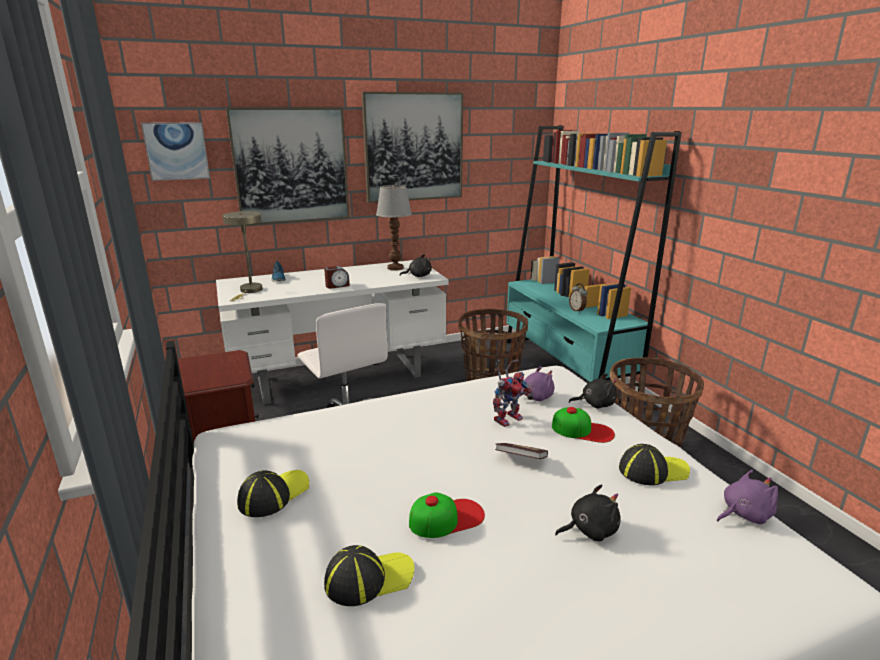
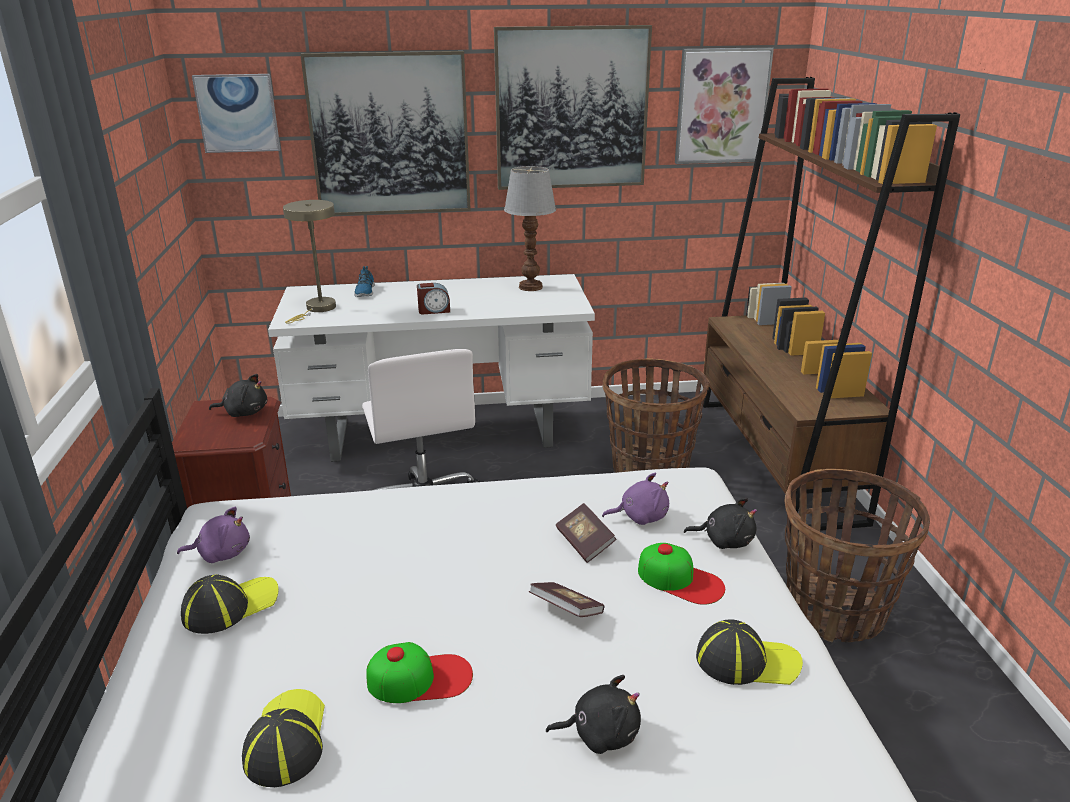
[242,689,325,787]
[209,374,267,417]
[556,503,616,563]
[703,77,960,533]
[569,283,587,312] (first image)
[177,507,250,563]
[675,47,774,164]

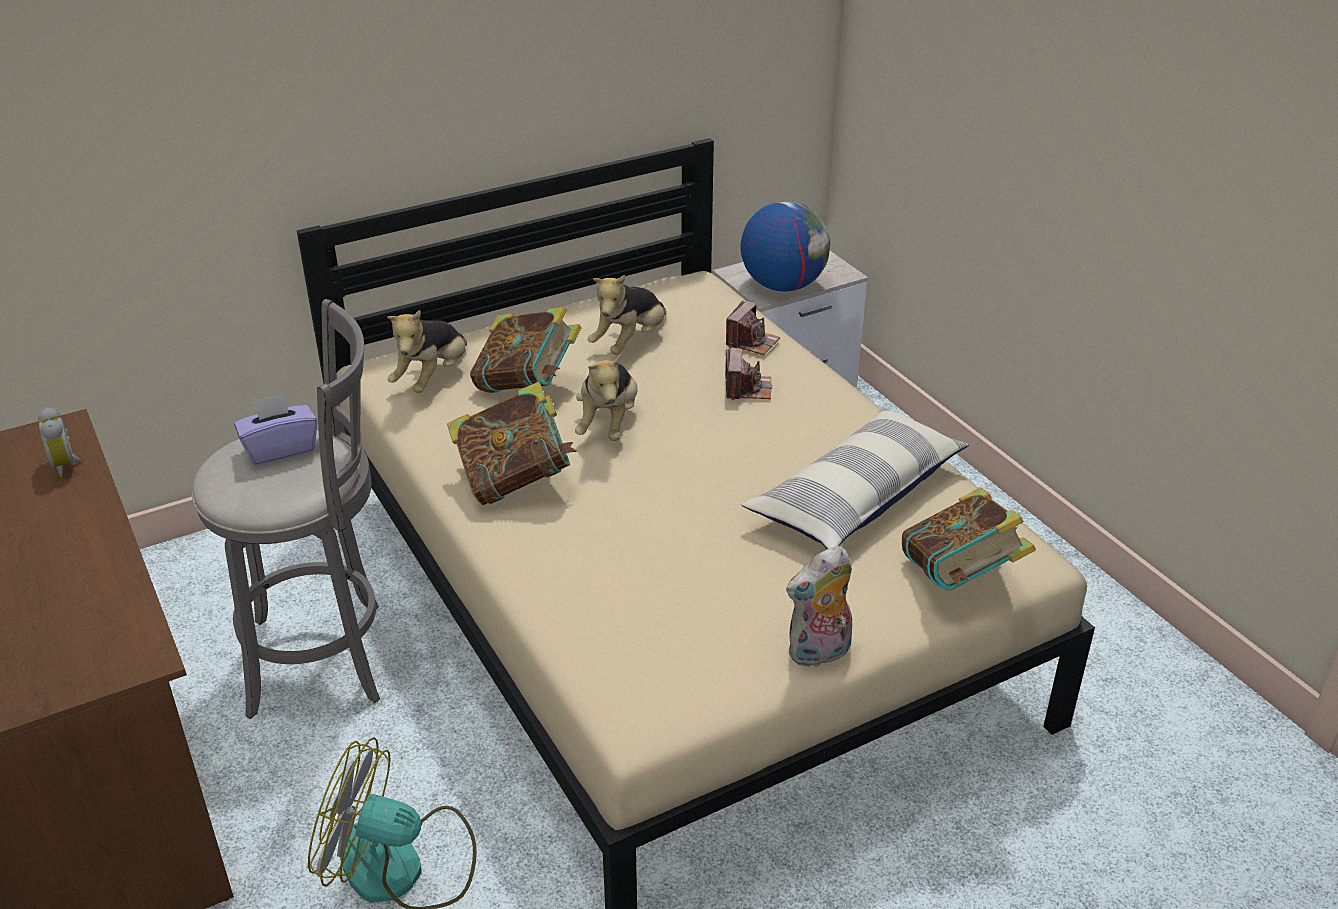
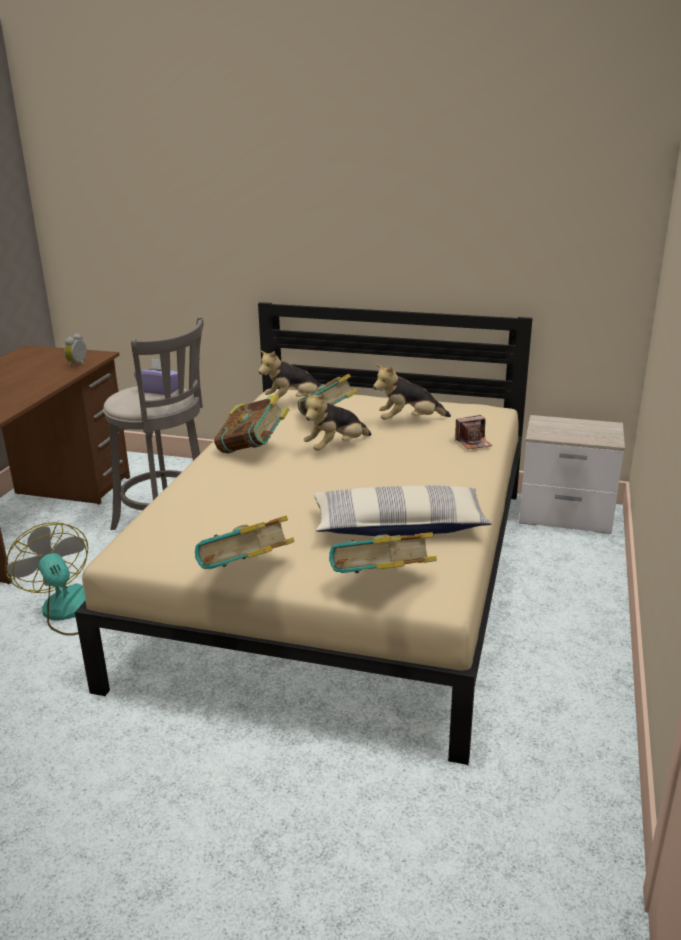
[725,348,772,400] (first image)
[740,201,830,292] (first image)
[195,516,295,569]

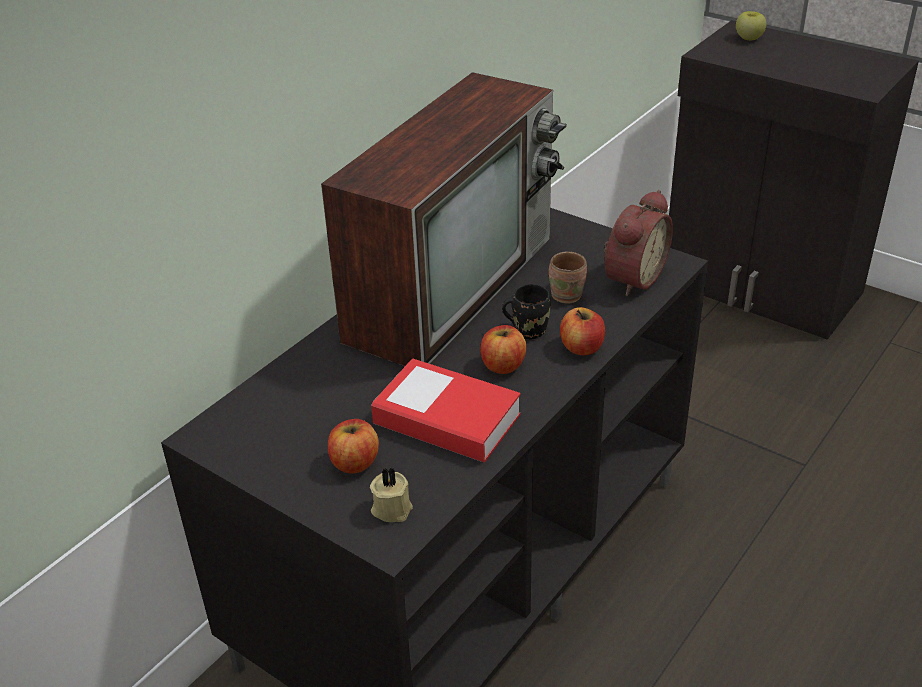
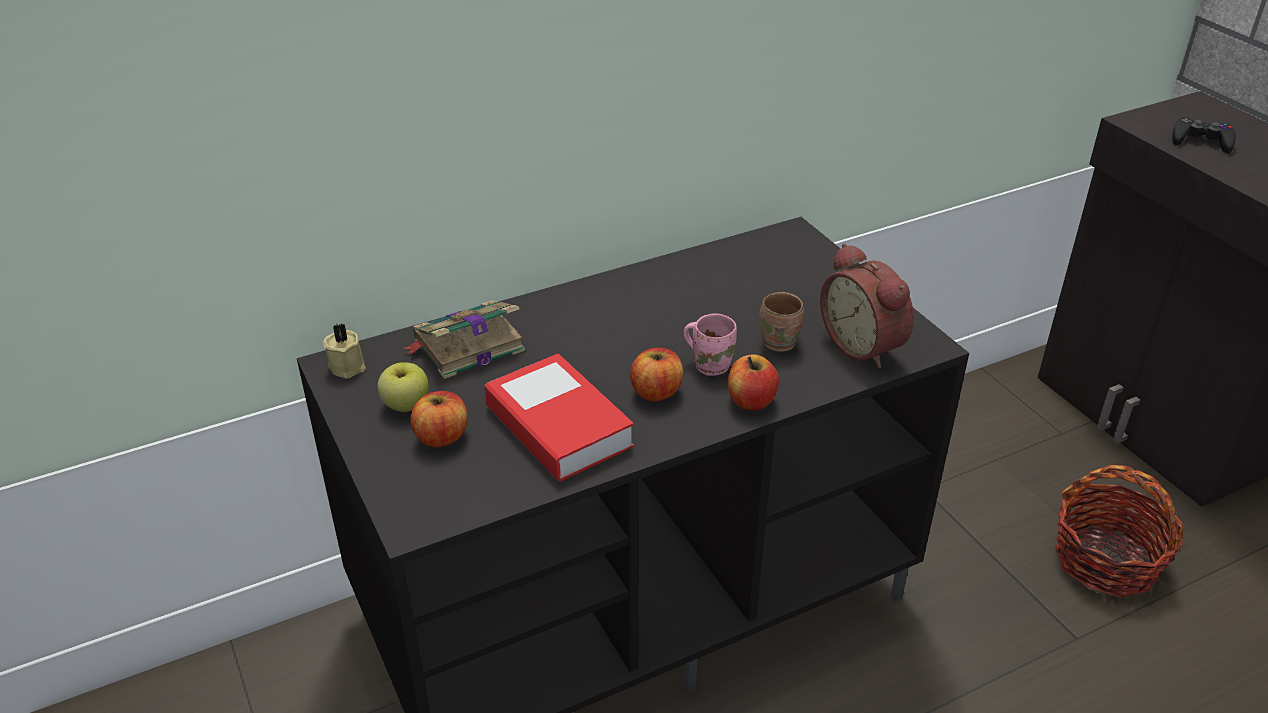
[321,72,567,366] (first image)
[323,323,366,379]
[684,313,737,376]
[820,243,914,368]
[377,362,428,412]
[403,300,525,379]
[1055,465,1183,598]
[1172,116,1236,153]

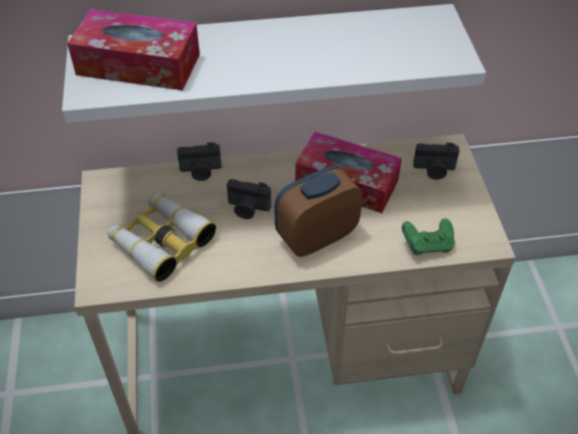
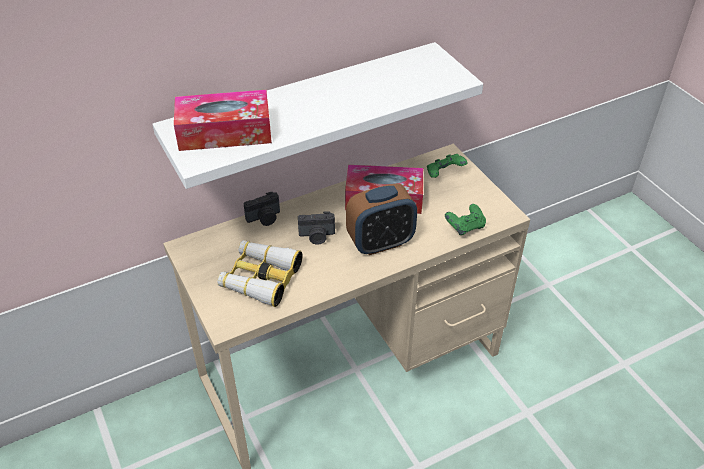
[346,183,417,255]
[427,154,468,178]

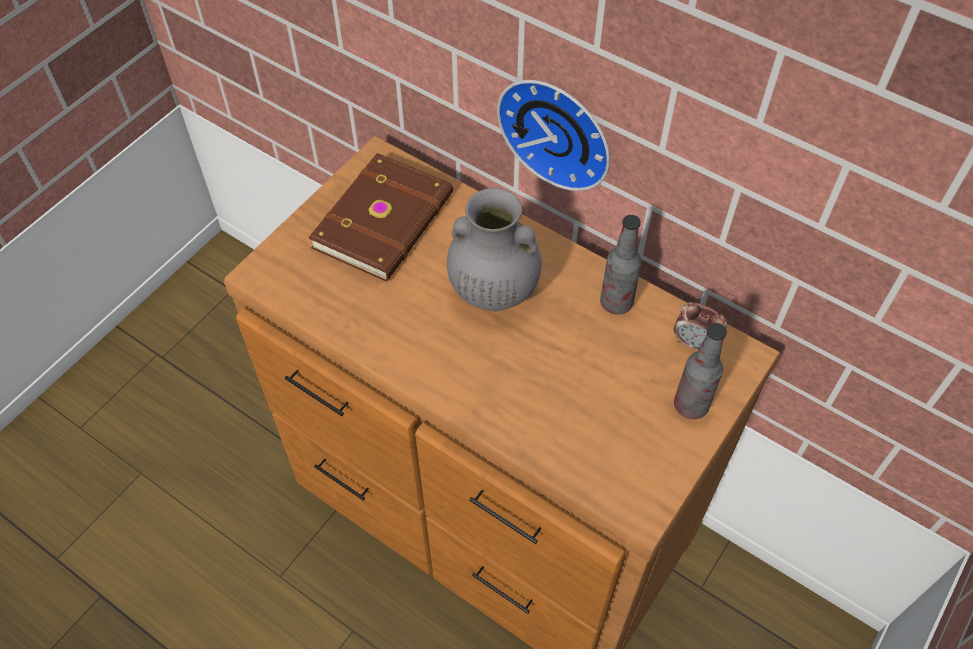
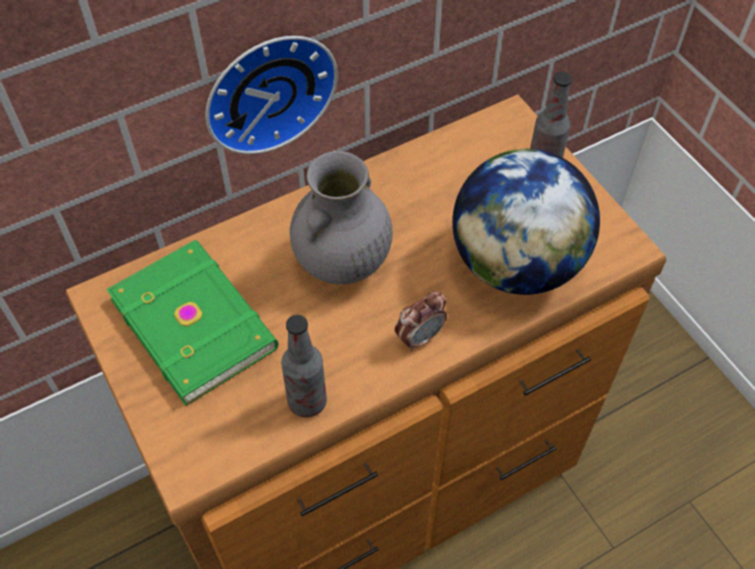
[106,240,279,406]
[281,315,327,418]
[395,291,447,351]
[452,149,600,295]

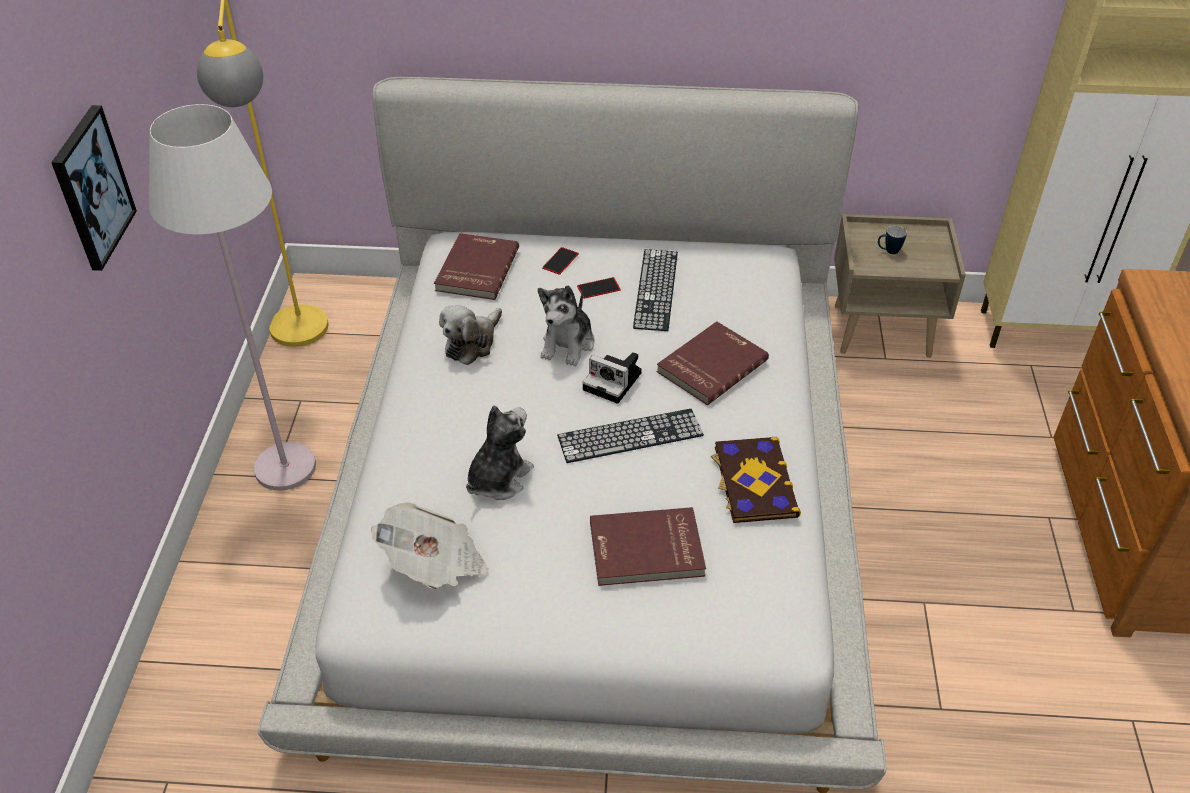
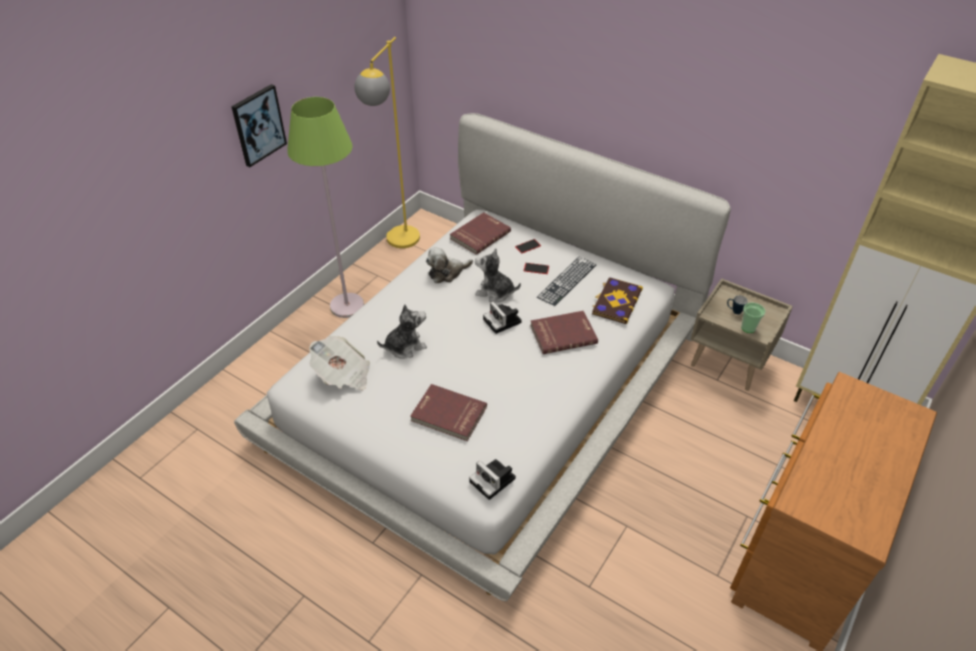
[287,97,364,318]
[475,249,521,302]
[557,409,704,463] (first image)
[592,277,643,324]
[469,459,516,500]
[741,303,766,333]

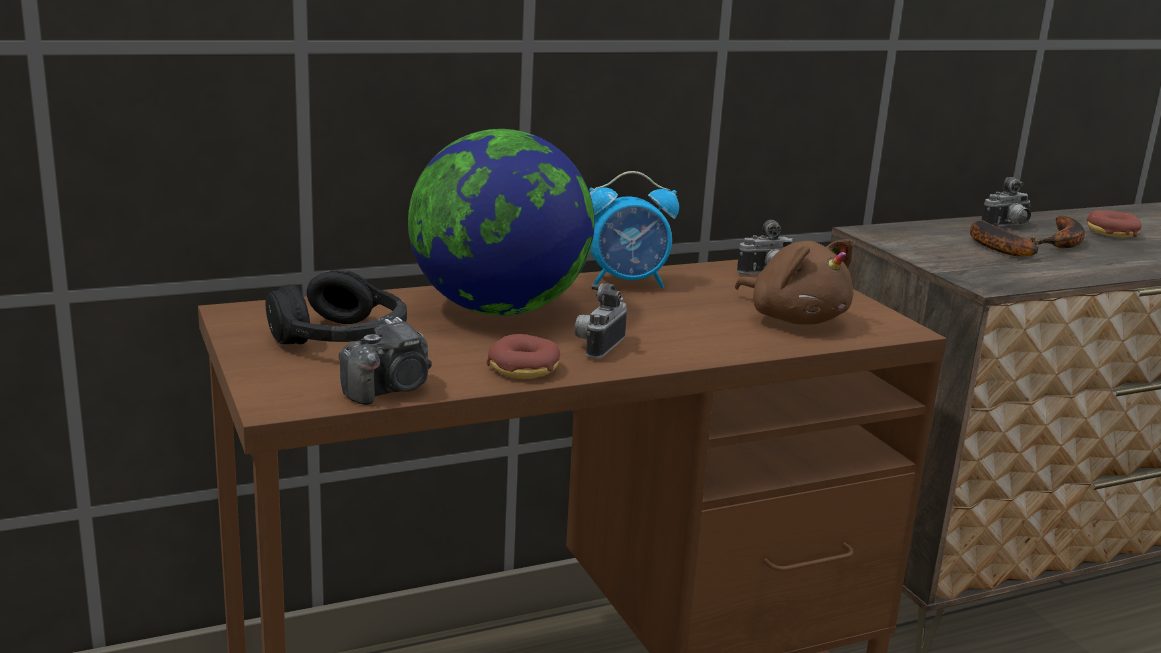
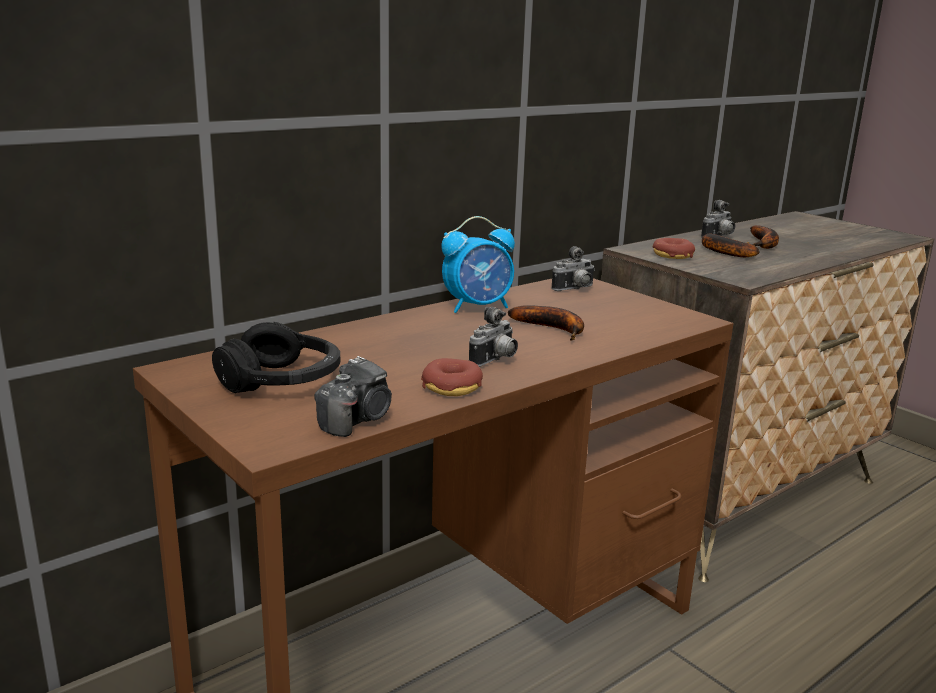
[408,129,595,316] (first image)
[469,307,518,367]
[735,239,853,325] (first image)
[653,238,695,259]
[508,305,584,341]

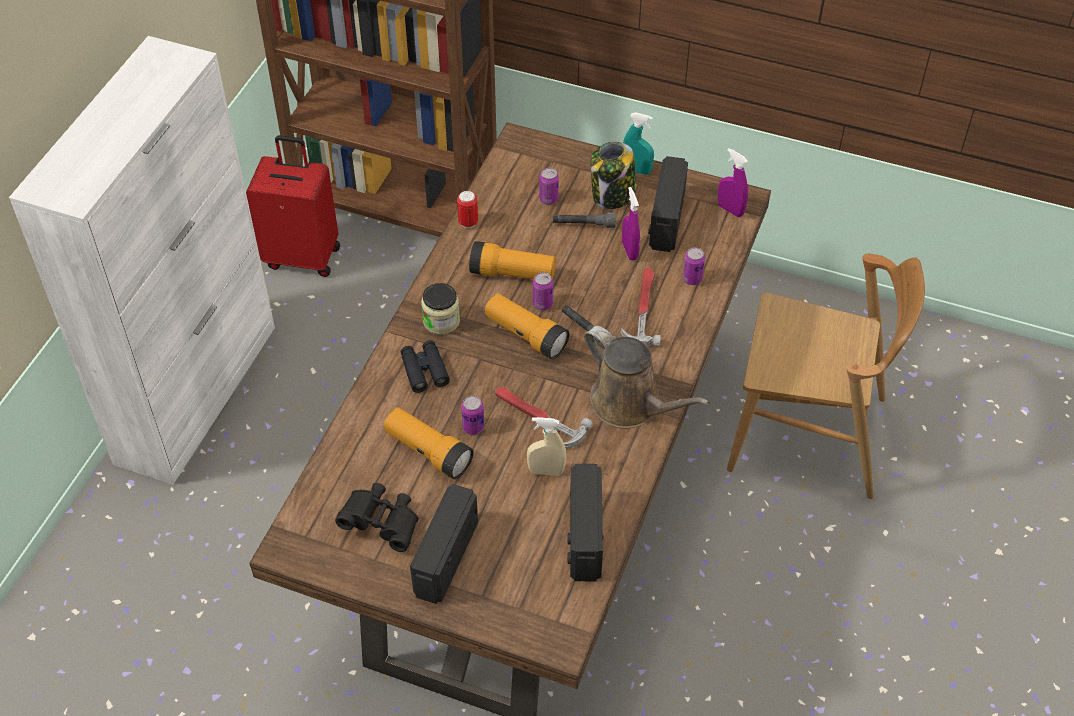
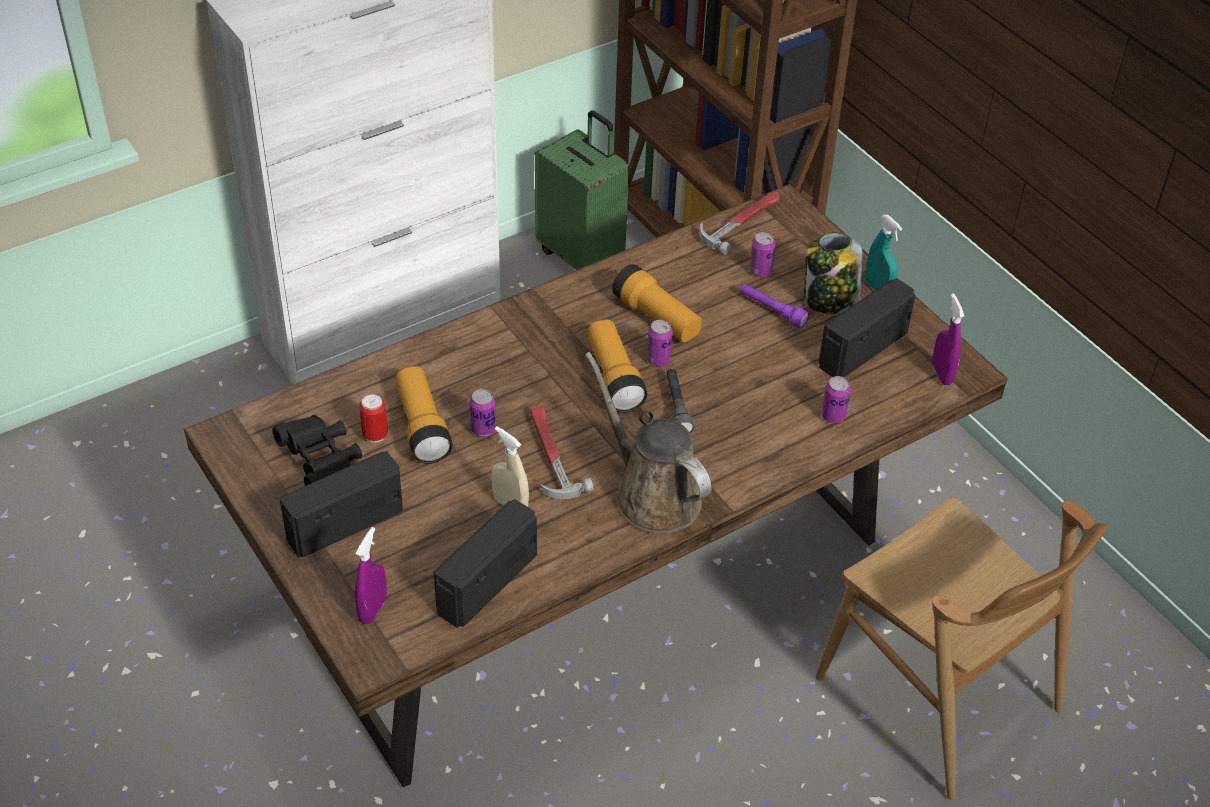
[535,110,629,270]
[401,340,450,393] (first image)
[421,283,460,335] (first image)
[359,394,388,443]
[740,284,809,329]
[585,352,711,534]
[700,191,779,255]
[355,527,387,624]

